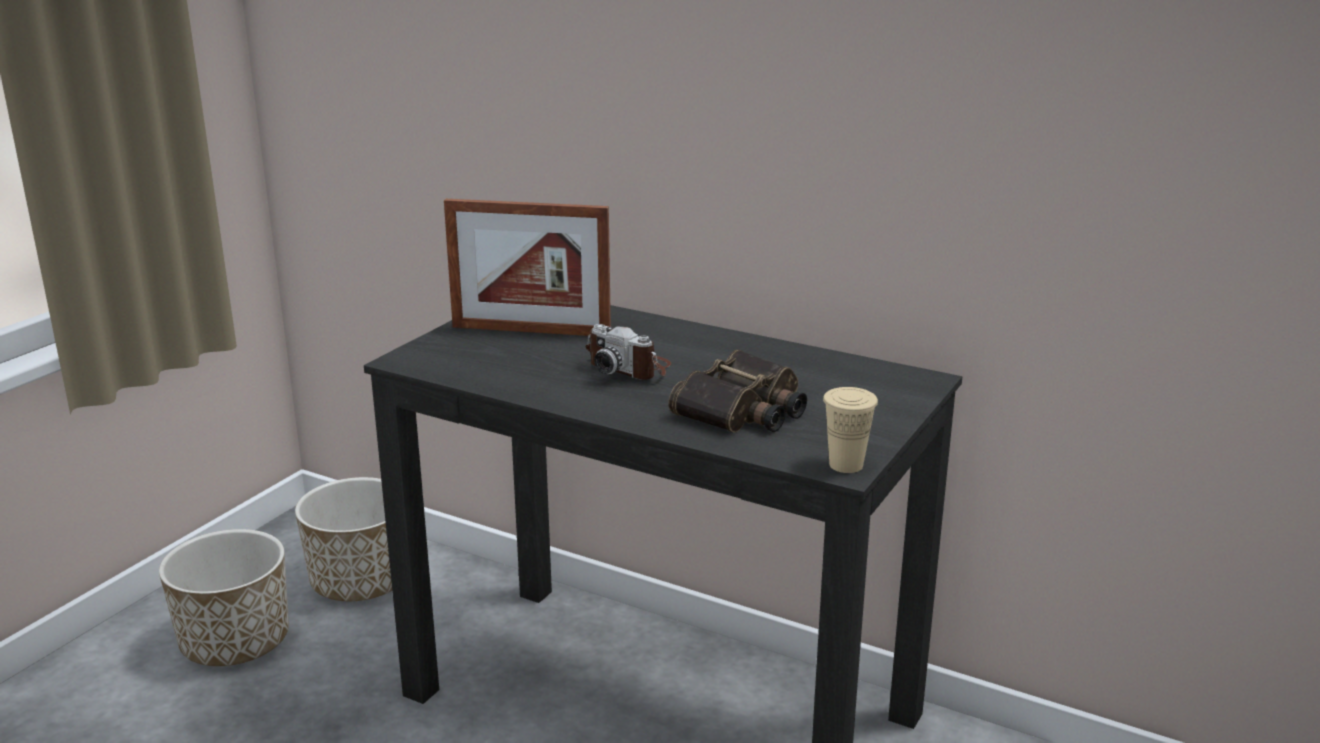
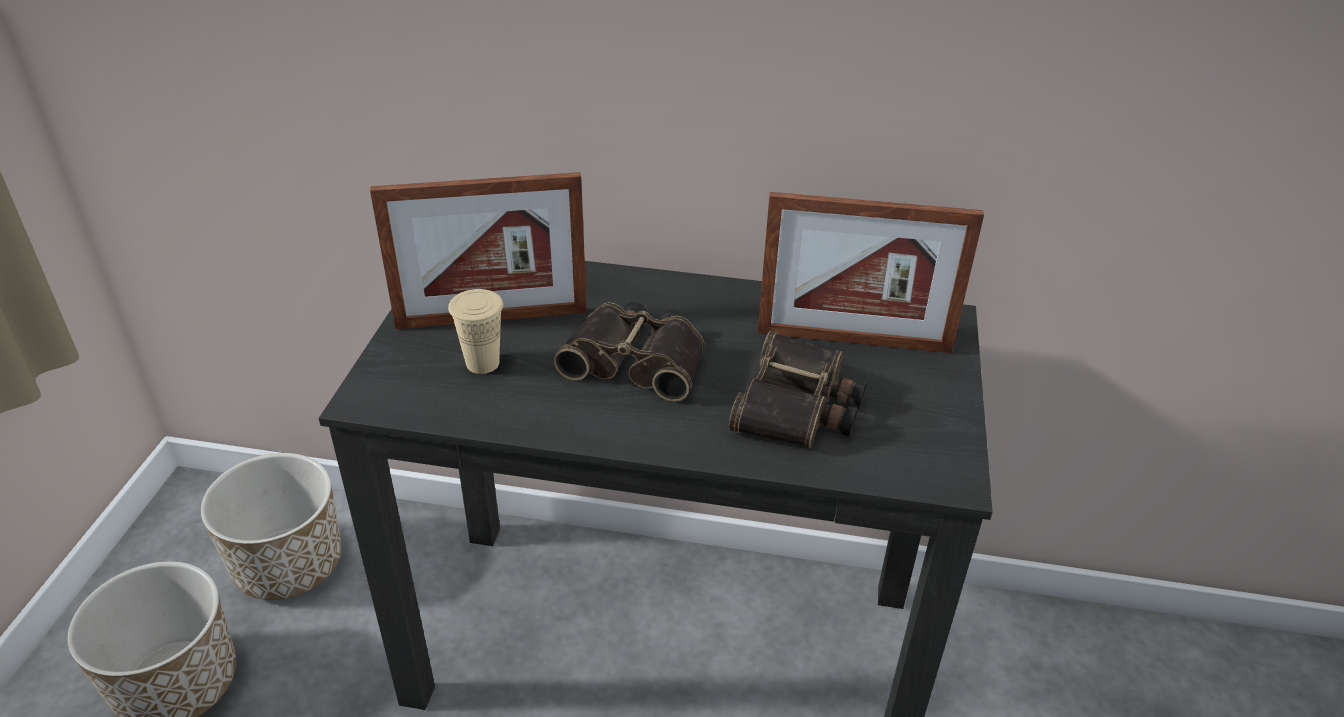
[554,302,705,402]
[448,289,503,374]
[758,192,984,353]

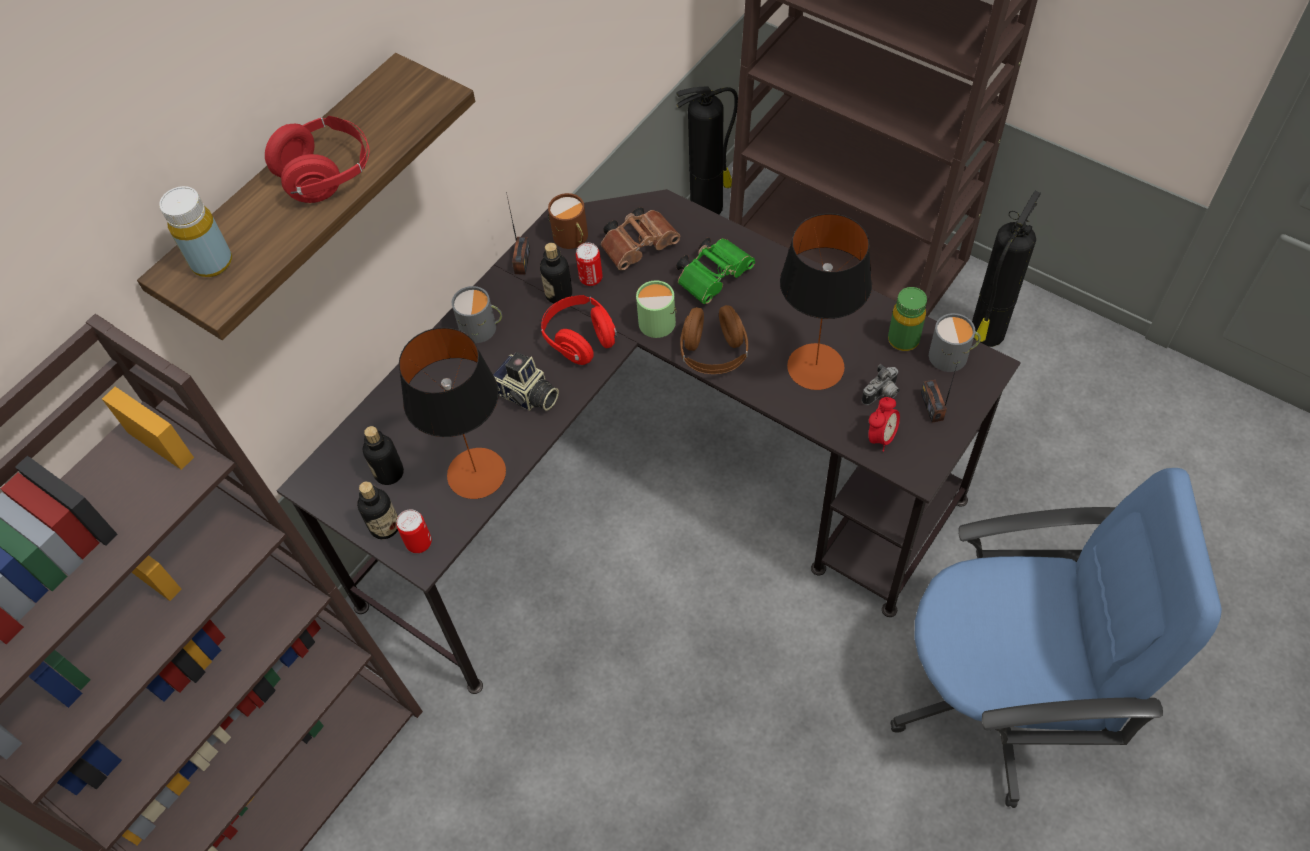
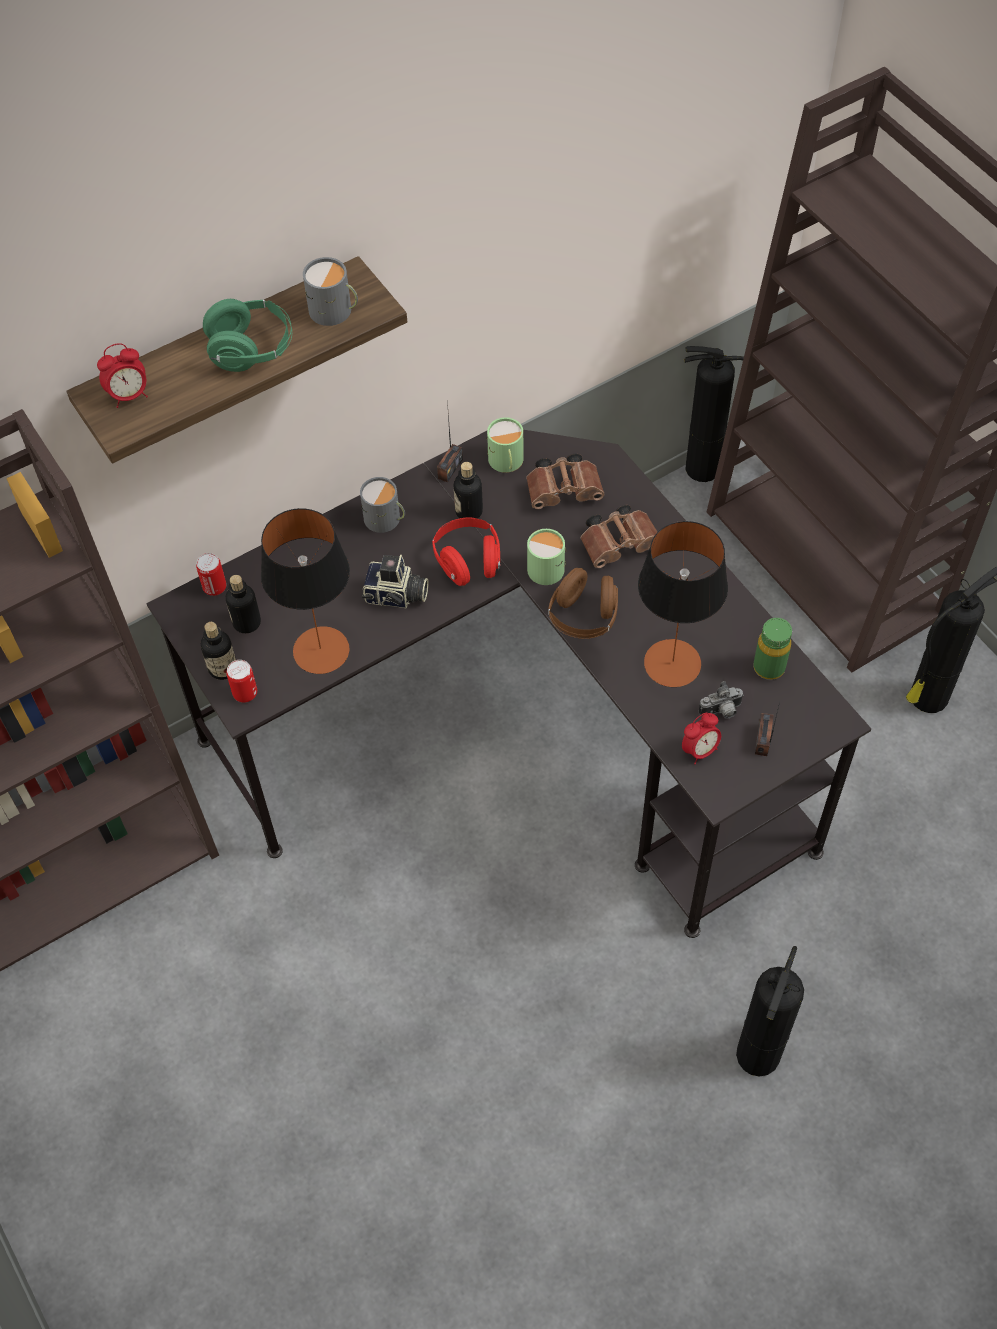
[97,343,148,408]
[203,299,292,372]
[362,555,429,608]
[487,417,524,473]
[196,553,226,596]
[581,505,657,568]
[736,946,804,1077]
[303,257,358,326]

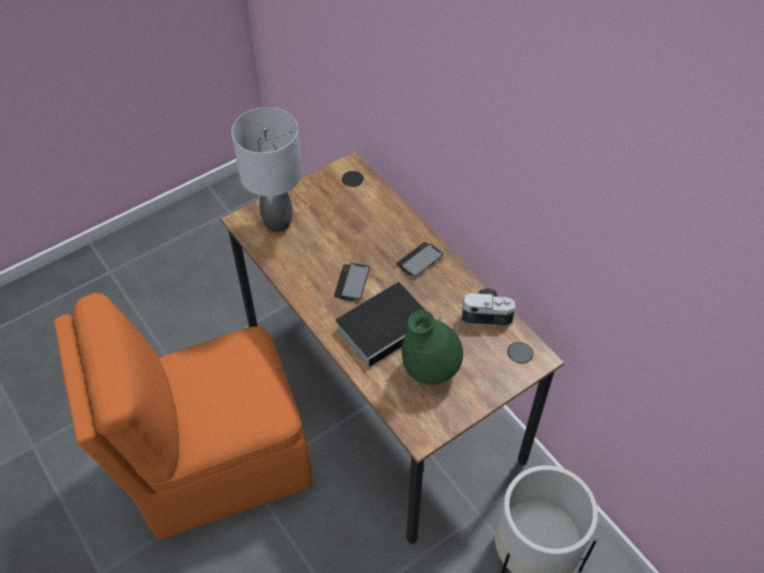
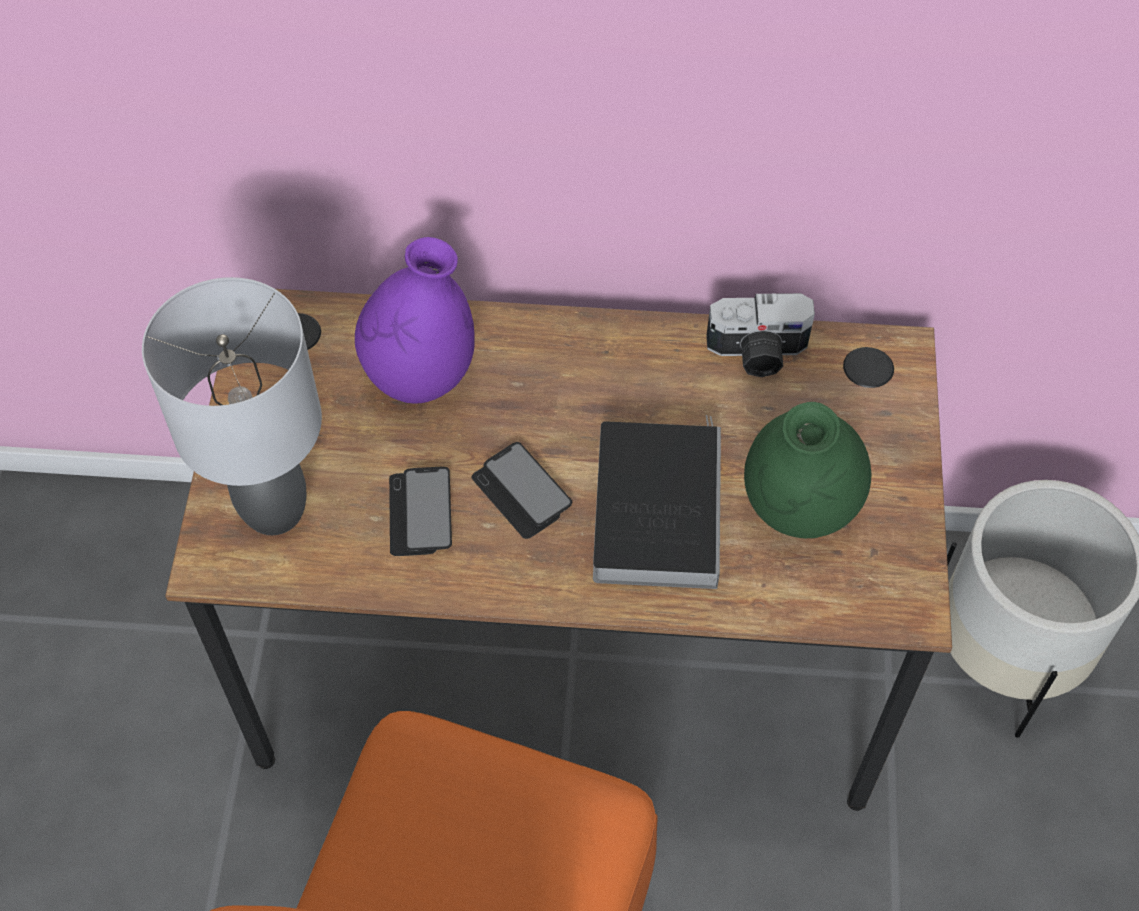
[389,466,452,556]
[706,293,815,377]
[355,237,475,403]

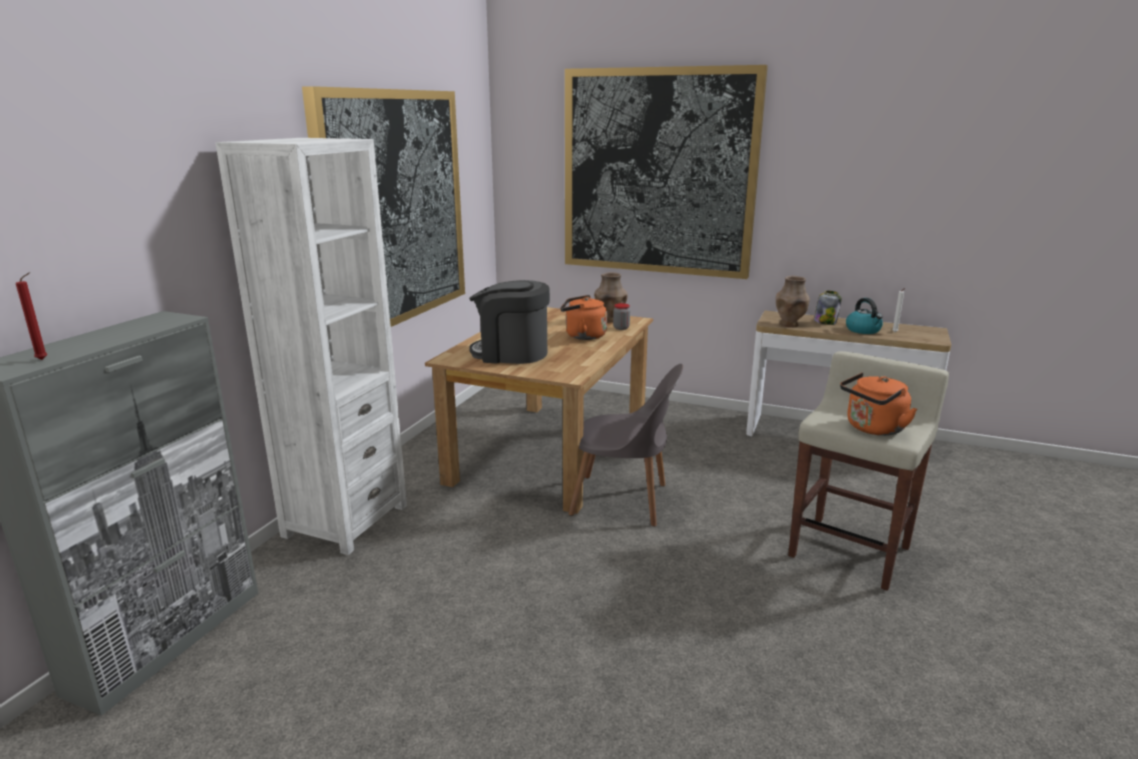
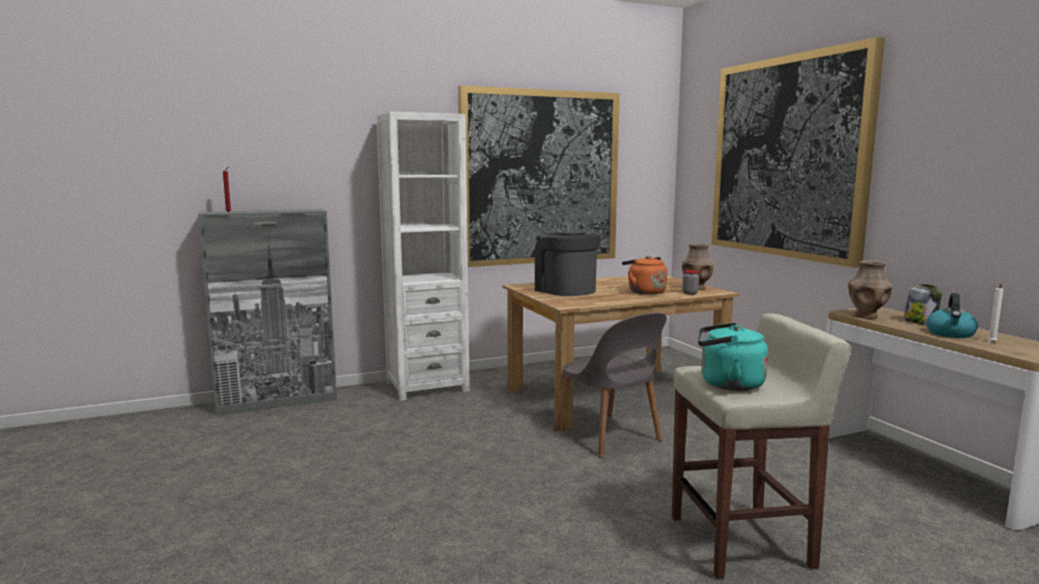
[698,323,768,391]

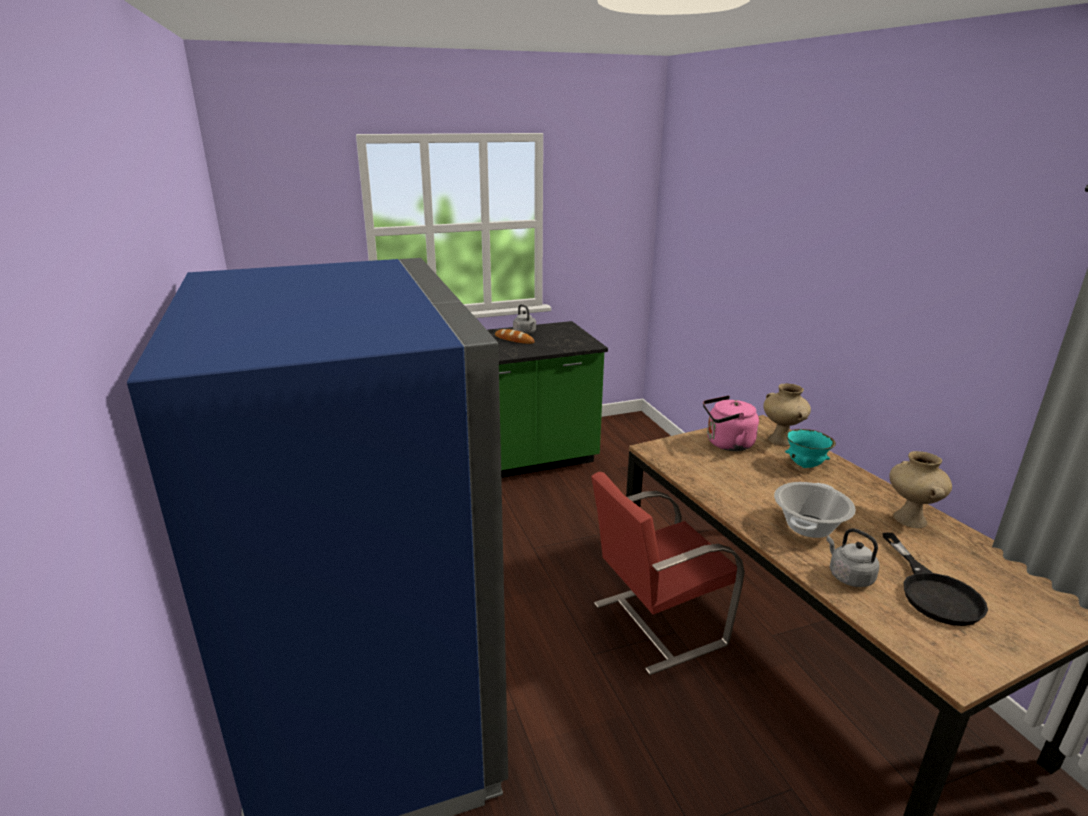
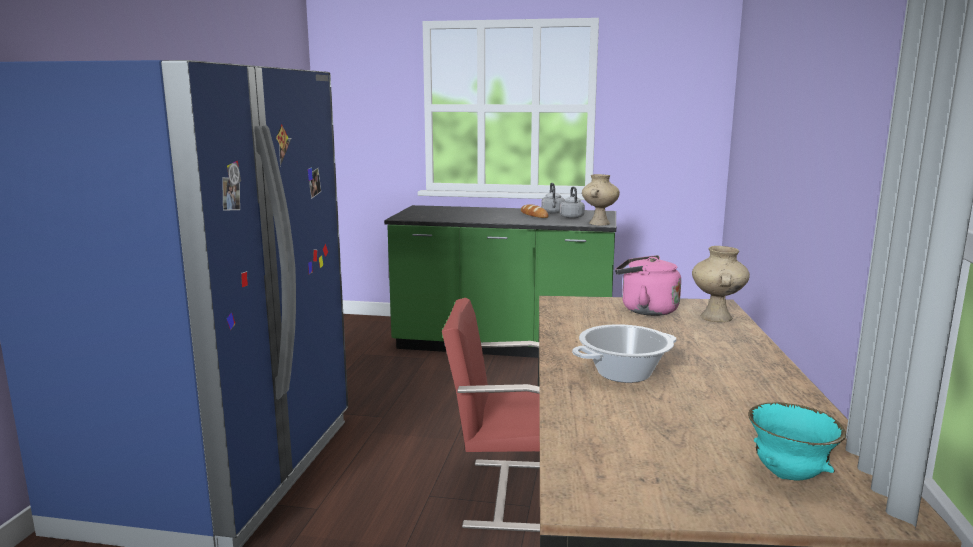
[748,402,846,481]
[560,186,585,219]
[883,533,988,626] (first image)
[582,174,620,225]

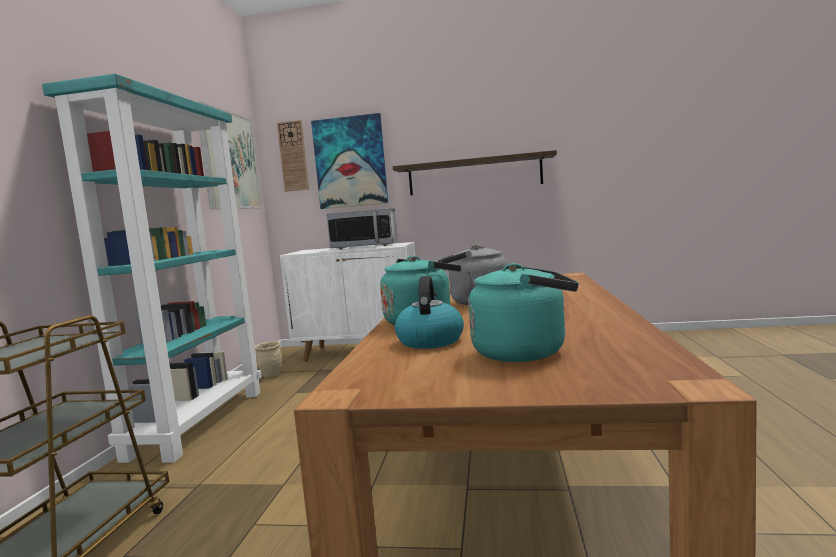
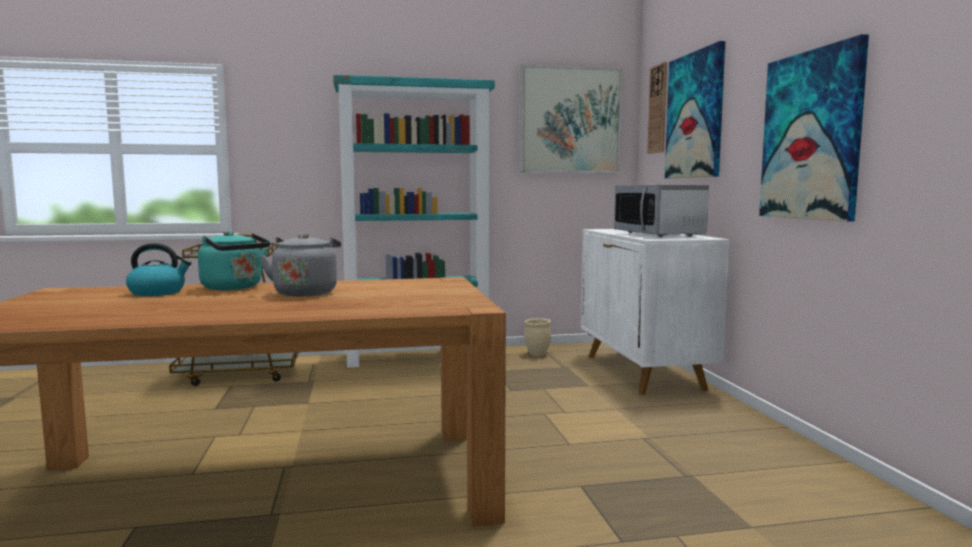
[759,34,869,221]
[468,263,579,362] (first image)

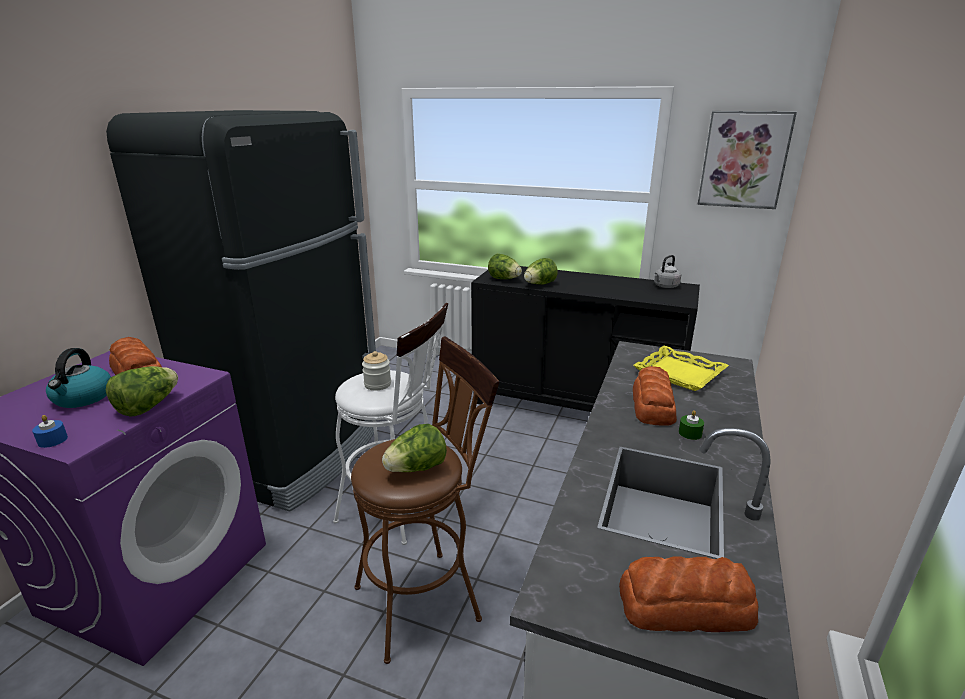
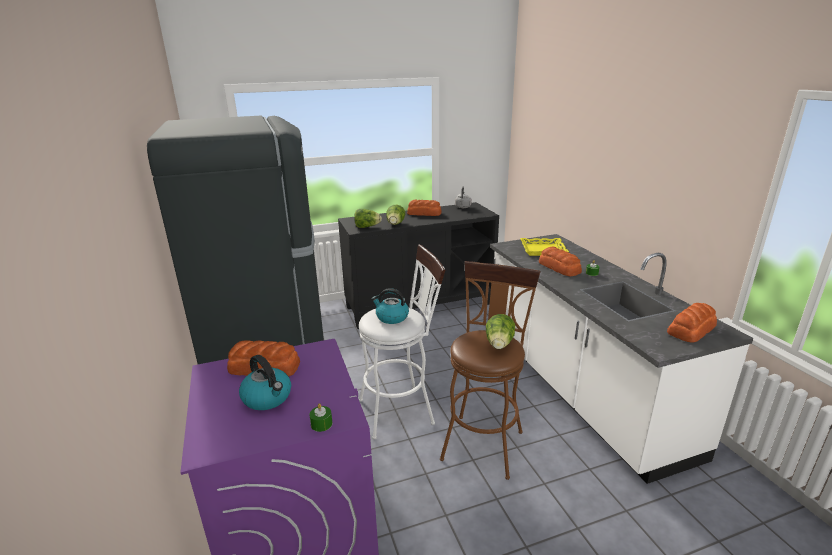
[309,403,332,432]
[106,366,178,416] (first image)
[371,288,409,324]
[697,111,797,209] (first image)
[407,200,441,216]

